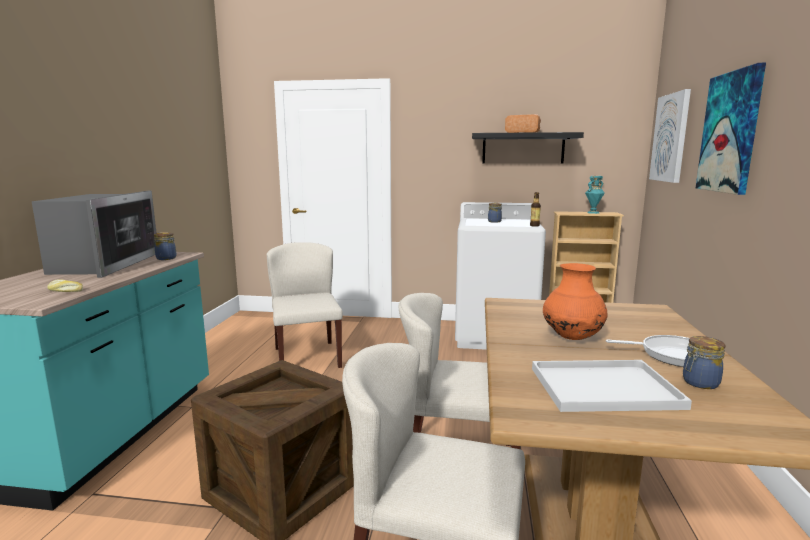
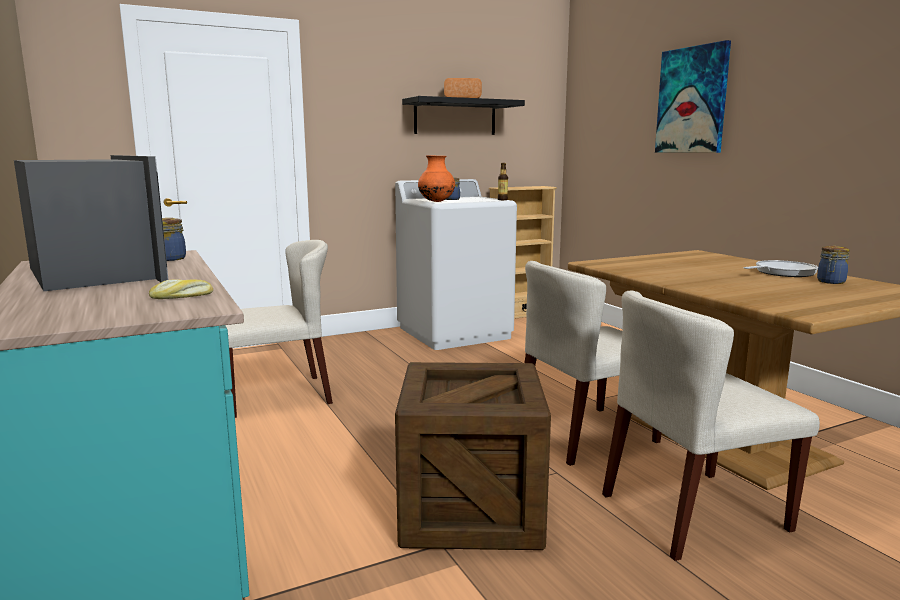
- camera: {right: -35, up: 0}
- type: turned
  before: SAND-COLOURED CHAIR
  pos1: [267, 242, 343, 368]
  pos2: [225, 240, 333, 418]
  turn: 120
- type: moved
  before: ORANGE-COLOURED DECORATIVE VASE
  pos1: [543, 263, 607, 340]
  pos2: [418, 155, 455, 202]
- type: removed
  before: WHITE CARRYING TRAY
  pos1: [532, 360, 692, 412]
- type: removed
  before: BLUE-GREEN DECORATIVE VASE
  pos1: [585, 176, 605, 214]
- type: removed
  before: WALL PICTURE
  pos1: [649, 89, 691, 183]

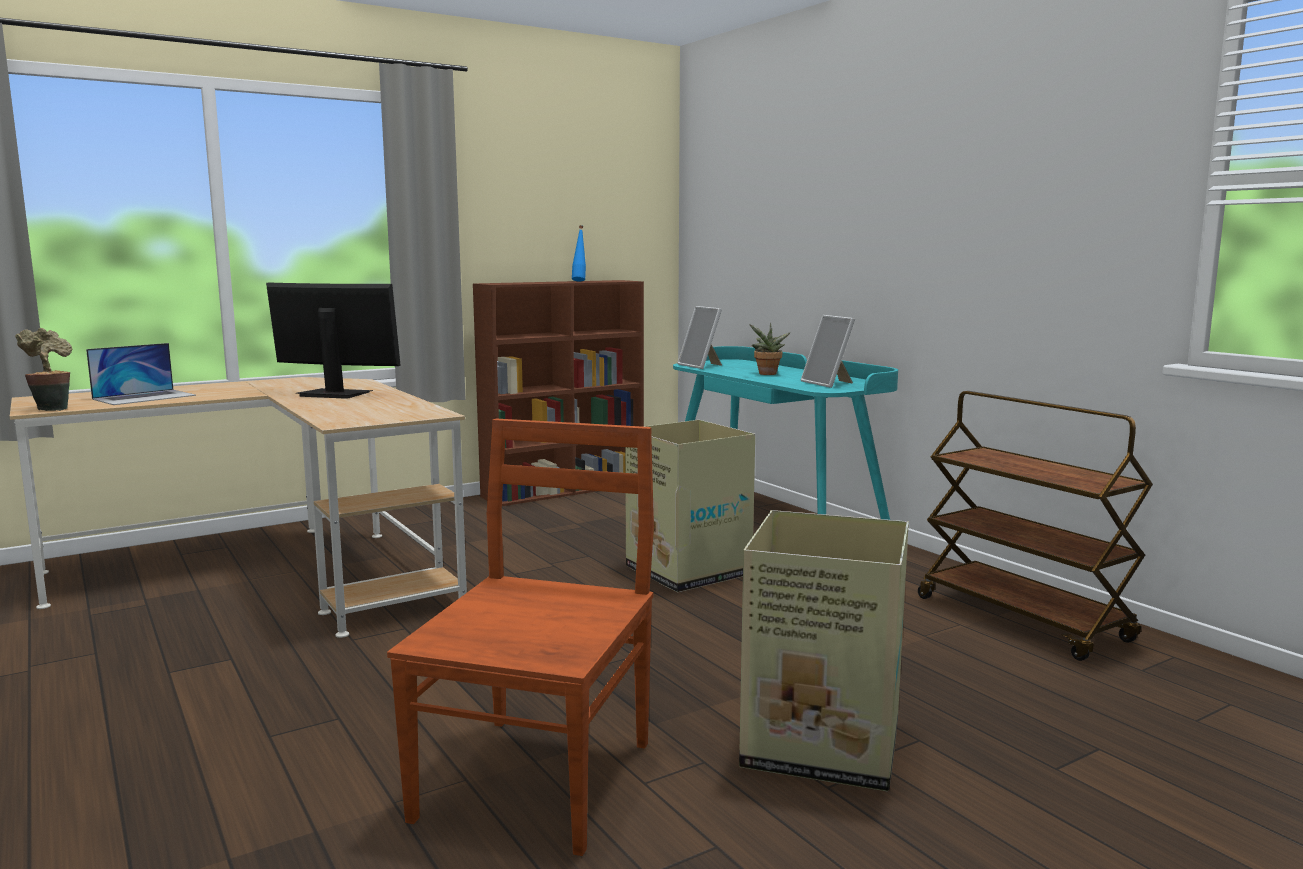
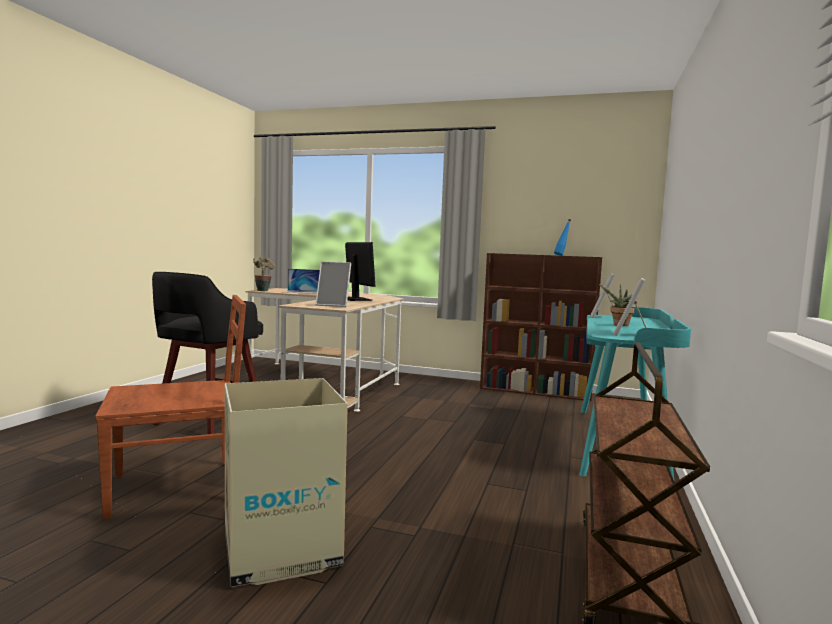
- camera: {right: 50, up: -5}
- type: added
  after: BLACKISH SITTING STOOL
  pos2: [152, 272, 263, 434]
- type: added
  after: PICTURE FRAME
  pos2: [315, 261, 351, 307]
- type: removed
  before: CARTON
  pos1: [625, 420, 755, 593]

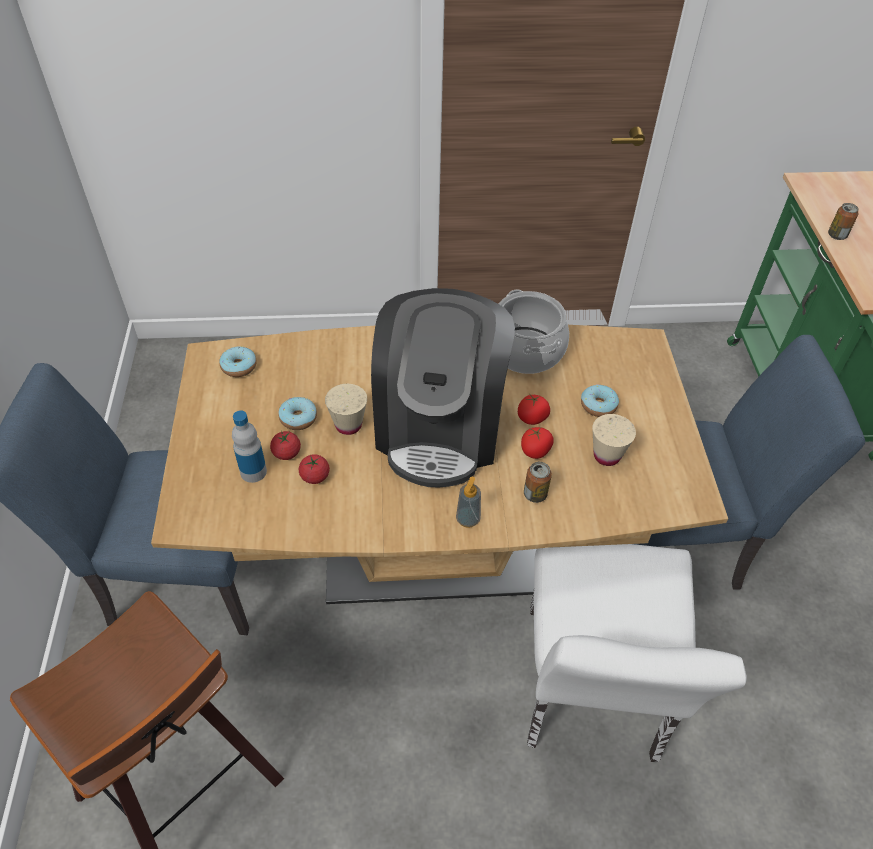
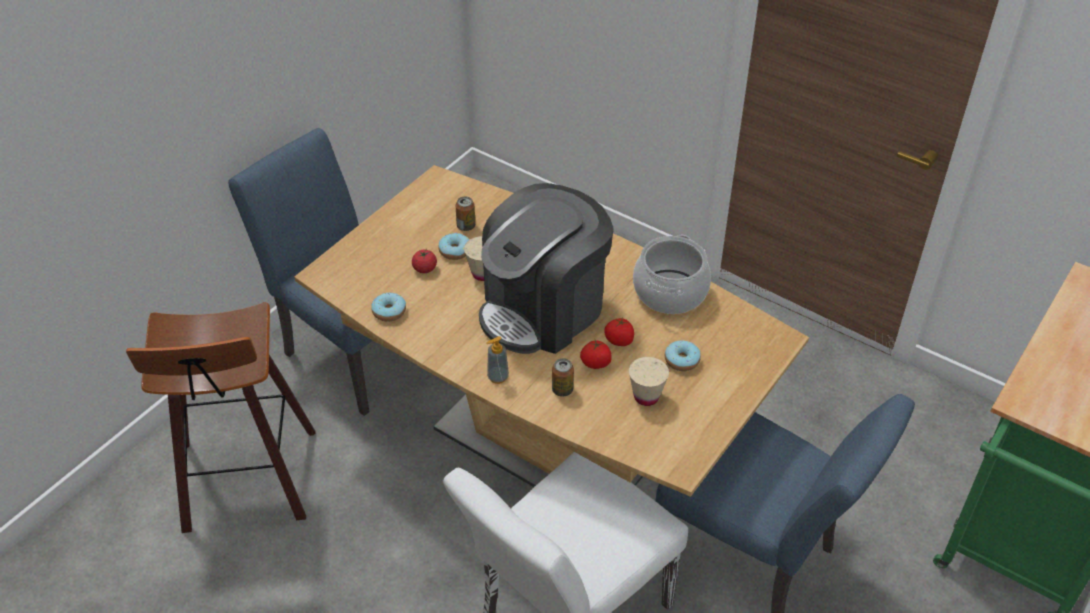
- camera: {right: 40, up: -5}
- type: moved
  before: RING DOUGHNUT
  pos1: [219, 346, 257, 377]
  pos2: [371, 293, 406, 322]
- type: moved
  before: CAN
  pos1: [828, 203, 859, 240]
  pos2: [456, 196, 475, 231]
- type: removed
  before: DRINK BOTTLE
  pos1: [232, 410, 267, 483]
- type: removed
  before: WHOLE TOMATO
  pos1: [299, 454, 330, 484]

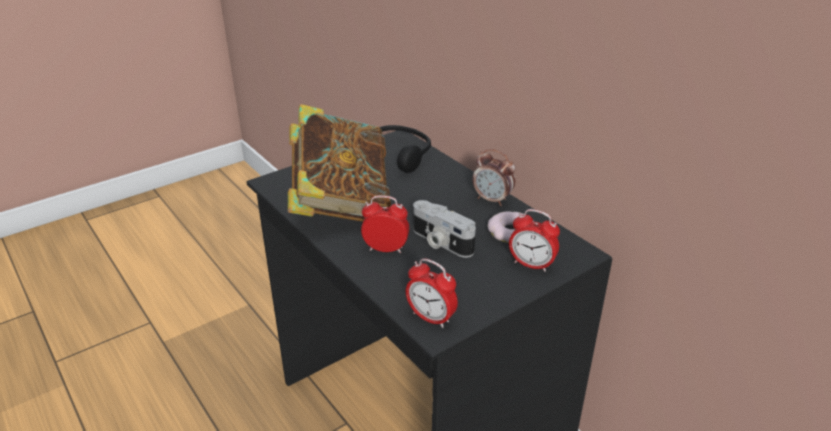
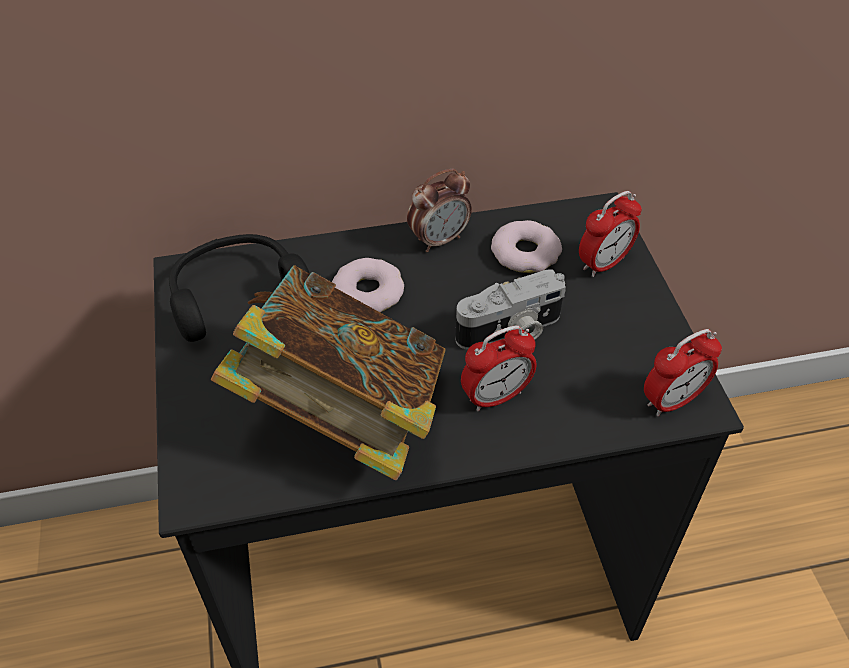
- camera: {right: -65, up: 15}
- type: added
  after: RING DOUGHNUT
  pos2: [332, 258, 404, 312]
- type: turned
  before: TABLE CLOCK
  pos1: [361, 196, 409, 253]
  pos2: [461, 325, 537, 411]
  turn: -150

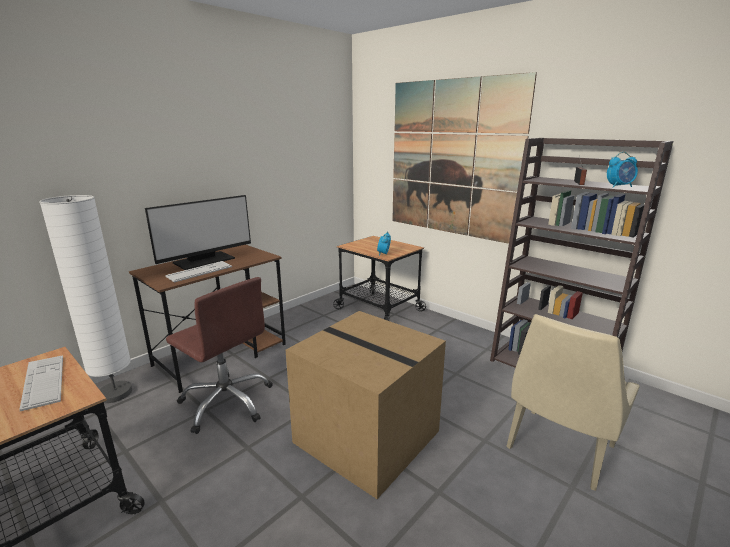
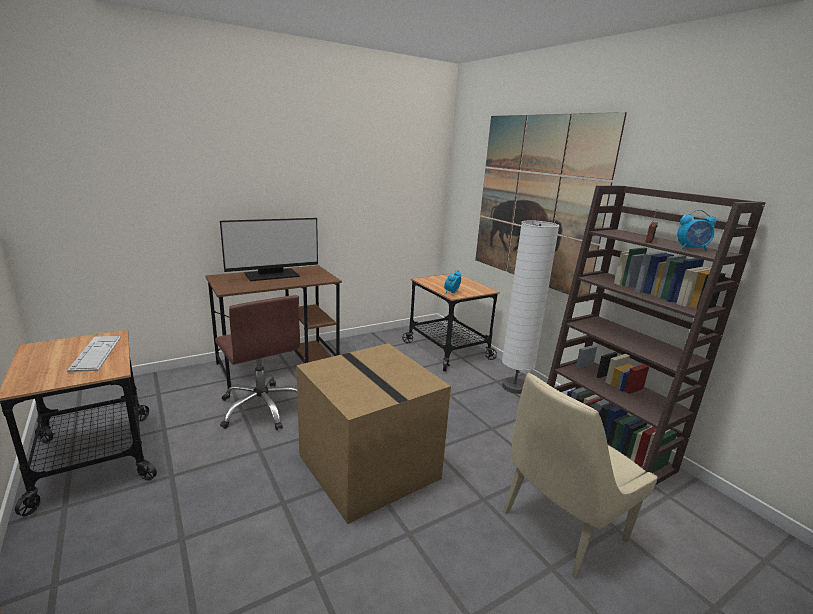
- camera: {right: 15, up: 0}
- type: moved
  before: WHITE STANDARD LAMP
  pos1: [40, 195, 132, 403]
  pos2: [502, 220, 559, 394]
- type: removed
  before: COMPUTER KEYBOARD
  pos1: [165, 261, 232, 282]

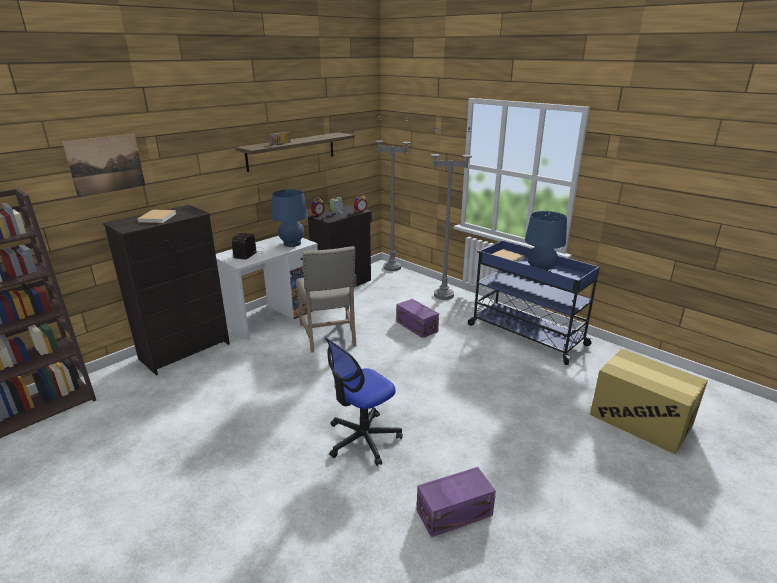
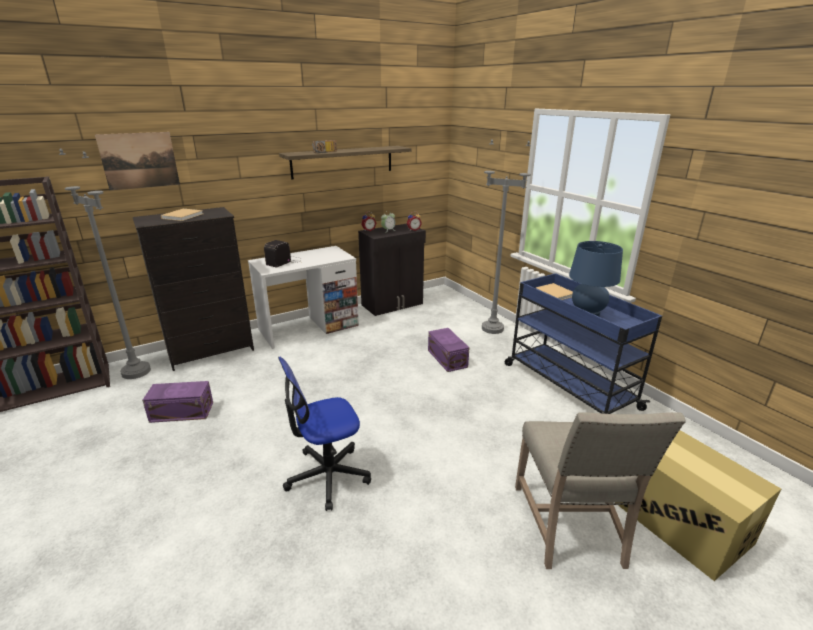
- camera: {right: 15, up: 0}
- type: moved
  before: GREY STANDARD LAMP
  pos1: [375, 116, 410, 271]
  pos2: [59, 148, 151, 379]
- type: moved
  before: PURPLISH STORAGE BIN
  pos1: [417, 467, 496, 537]
  pos2: [142, 381, 213, 423]
- type: moved
  before: SAND-COLOURED CHAIR
  pos1: [296, 246, 356, 353]
  pos2: [515, 412, 686, 569]
- type: removed
  before: BLUISH TABLE LAMP
  pos1: [272, 190, 308, 247]

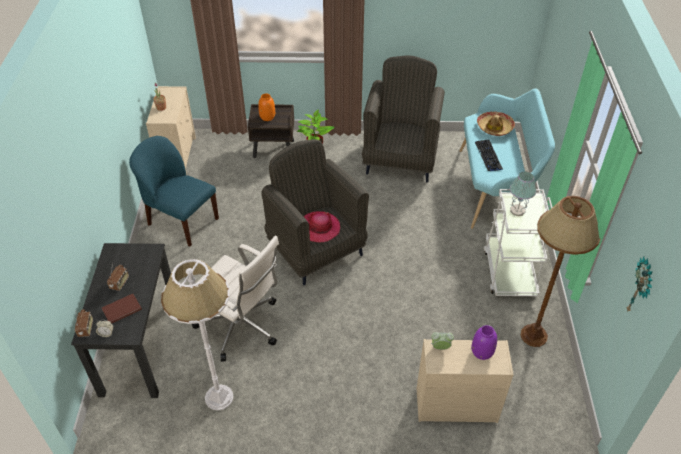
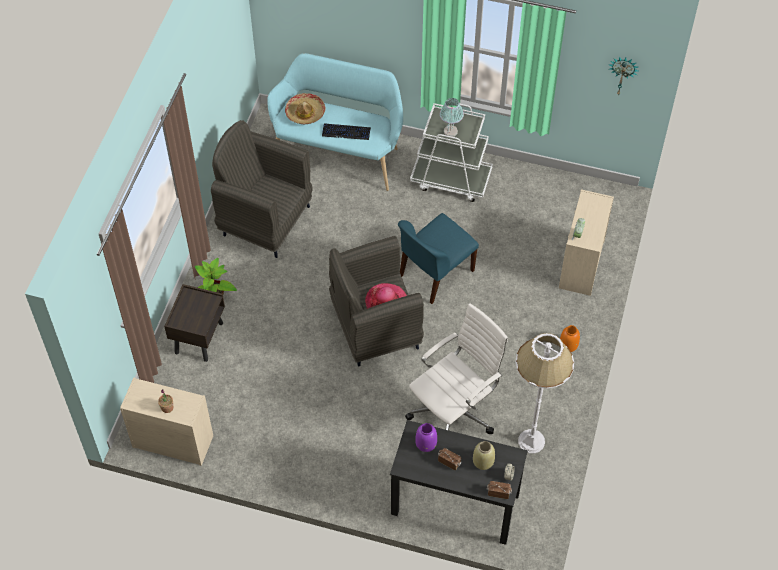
- camera: {right: -75, up: 10}
- type: moved
  before: BLUISH CHAIR
  pos1: [129, 136, 219, 247]
  pos2: [398, 213, 479, 304]
- type: moved
  before: PURPLISH DECORATIVE VASE
  pos1: [471, 325, 497, 360]
  pos2: [415, 423, 437, 452]
- type: replaced
  before: BROWN-COLOURED BOUND BOOK
  after: SAND-COLOURED DECORATIVE VASE
  pos1: [102, 294, 142, 323]
  pos2: [473, 441, 495, 470]
- type: moved
  before: ORANGE-COLOURED DECORATIVE VASE
  pos1: [258, 94, 275, 121]
  pos2: [560, 325, 580, 352]
- type: removed
  before: BROWN-COLOURED STANDARD LAMP
  pos1: [521, 196, 600, 347]

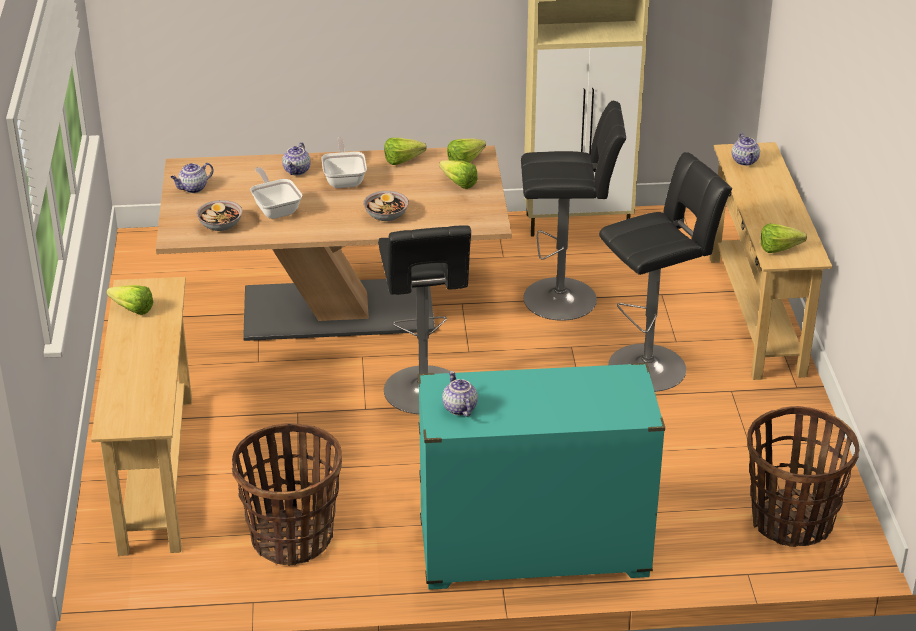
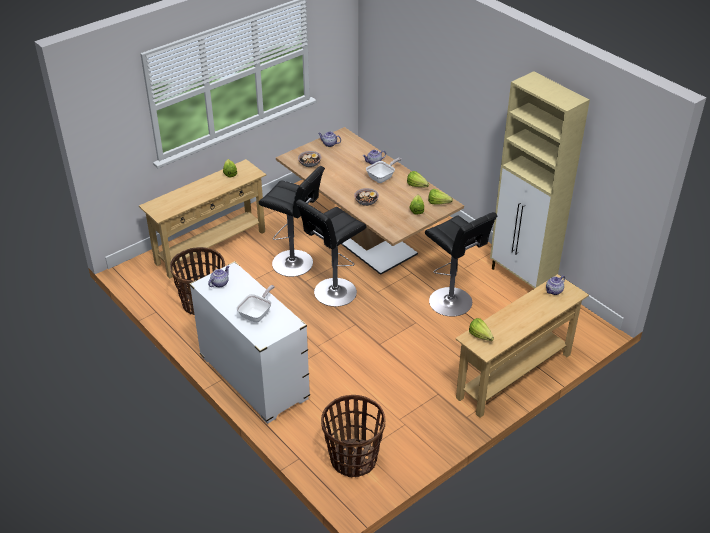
- camera: {right: 55, up: 5}
- type: recoloured
  before: BLUE-GREEN DRESSER
  after: WHITE DRESSER
  pos1: [418, 363, 665, 590]
  pos2: [189, 261, 310, 424]
- type: moved
  before: FRYING PAN
  pos1: [250, 167, 303, 219]
  pos2: [236, 285, 275, 323]
- type: moved
  before: BLACKISH SITTING STOOL
  pos1: [599, 152, 732, 392]
  pos2: [259, 166, 325, 277]

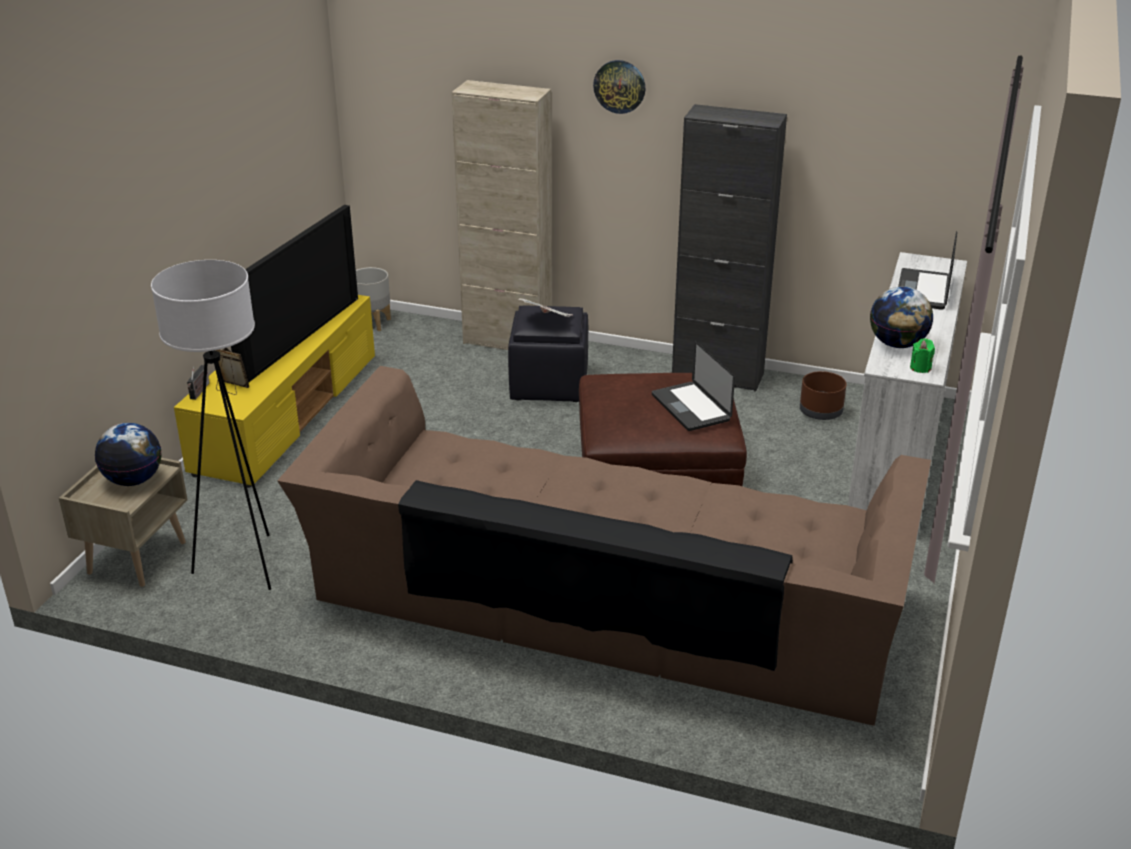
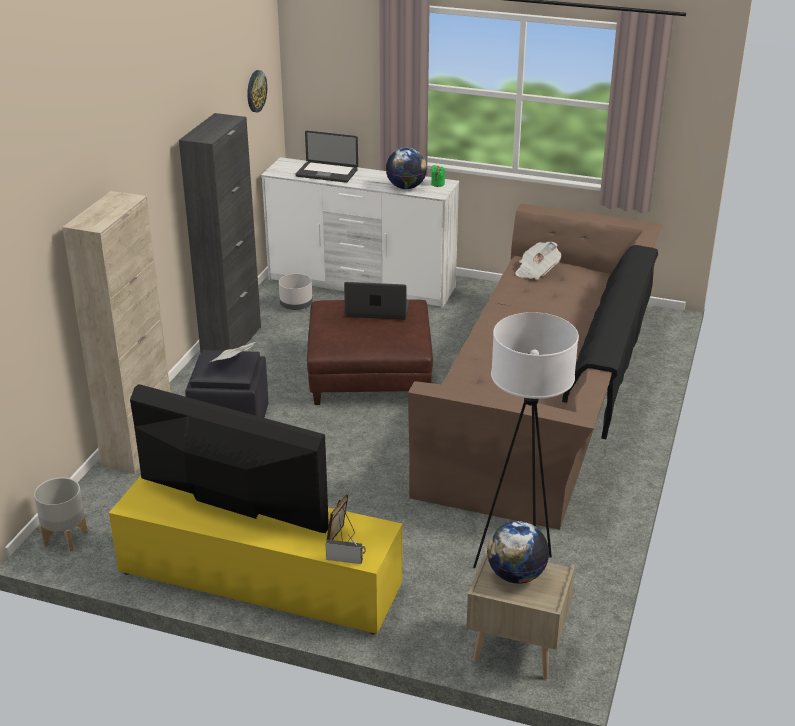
- camera: {right: -90, up: 0}
- type: moved
  before: HANGING CLOCK
  pos1: [593, 60, 645, 114]
  pos2: [247, 70, 267, 113]
- type: recoloured
  before: BROWN-COLOURED FLOWER POT
  after: GREY FLOWER POT
  pos1: [800, 371, 847, 420]
  pos2: [279, 274, 313, 310]
- type: turned
  before: LAPTOP
  pos1: [652, 341, 735, 431]
  pos2: [344, 282, 409, 320]
  turn: -150
- type: added
  after: DAILY PAPER
  pos2: [515, 242, 561, 279]

